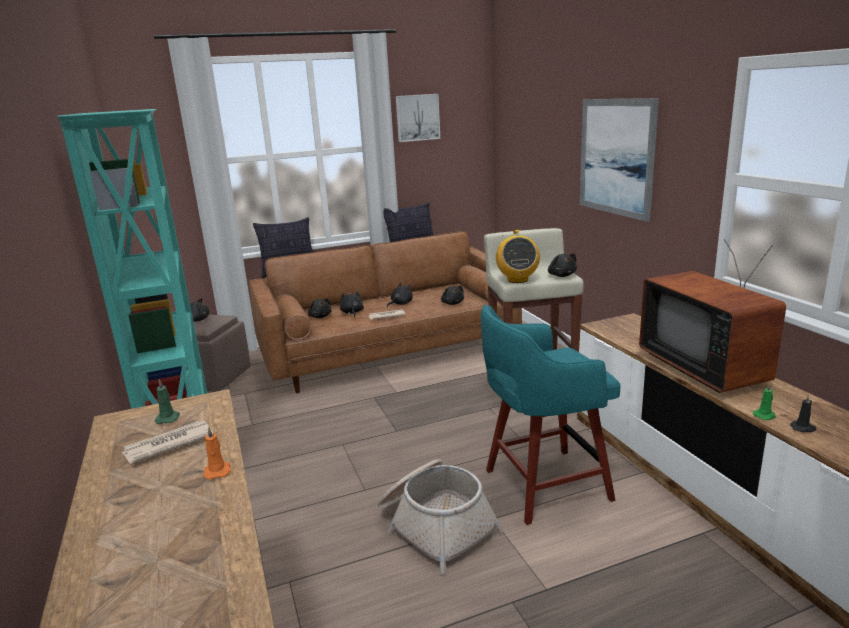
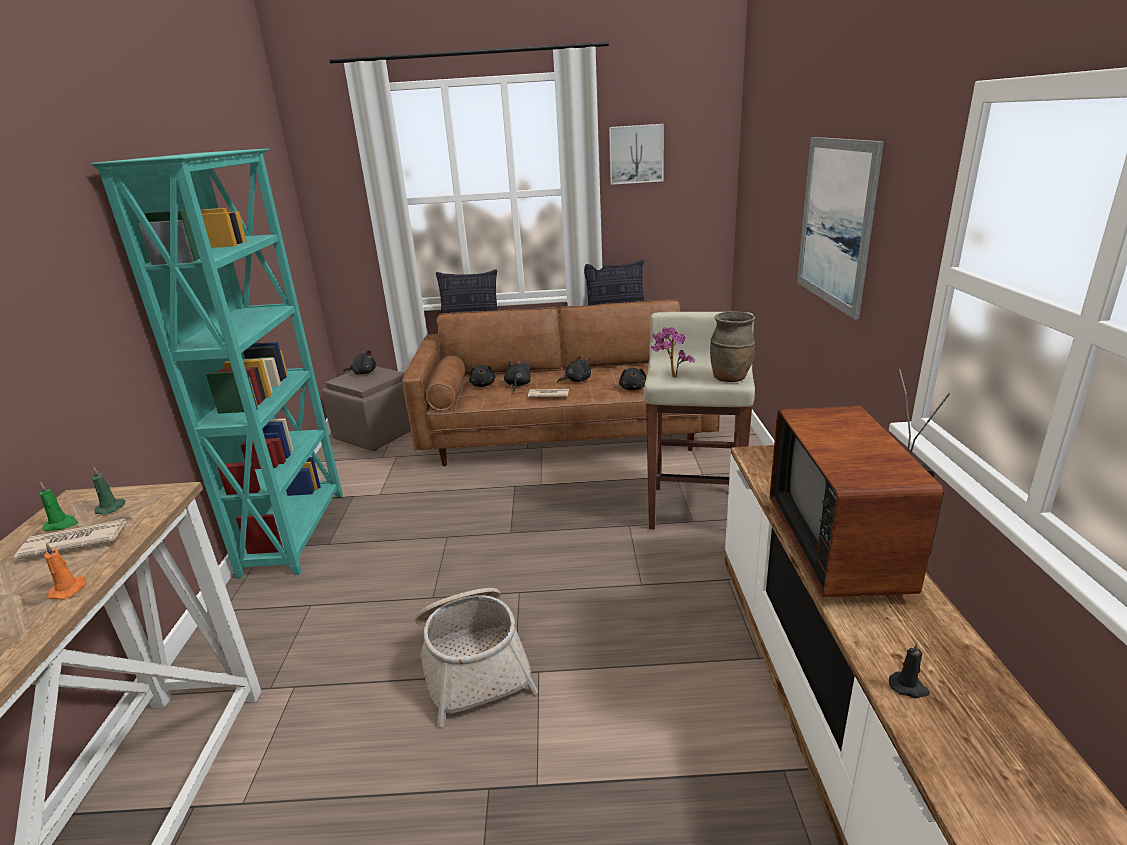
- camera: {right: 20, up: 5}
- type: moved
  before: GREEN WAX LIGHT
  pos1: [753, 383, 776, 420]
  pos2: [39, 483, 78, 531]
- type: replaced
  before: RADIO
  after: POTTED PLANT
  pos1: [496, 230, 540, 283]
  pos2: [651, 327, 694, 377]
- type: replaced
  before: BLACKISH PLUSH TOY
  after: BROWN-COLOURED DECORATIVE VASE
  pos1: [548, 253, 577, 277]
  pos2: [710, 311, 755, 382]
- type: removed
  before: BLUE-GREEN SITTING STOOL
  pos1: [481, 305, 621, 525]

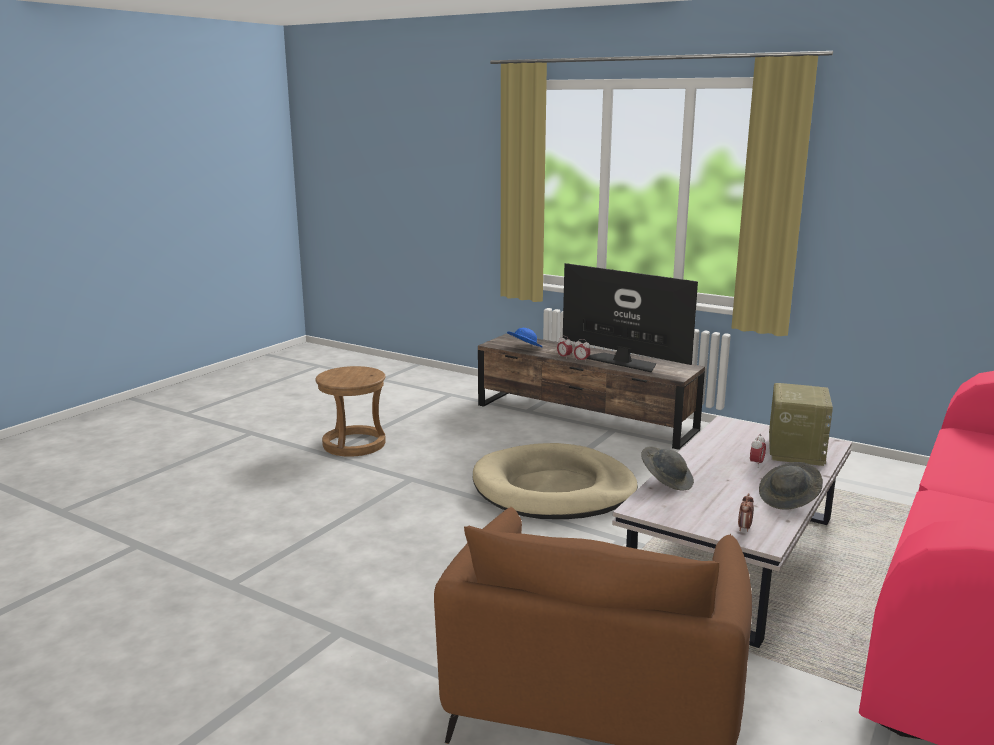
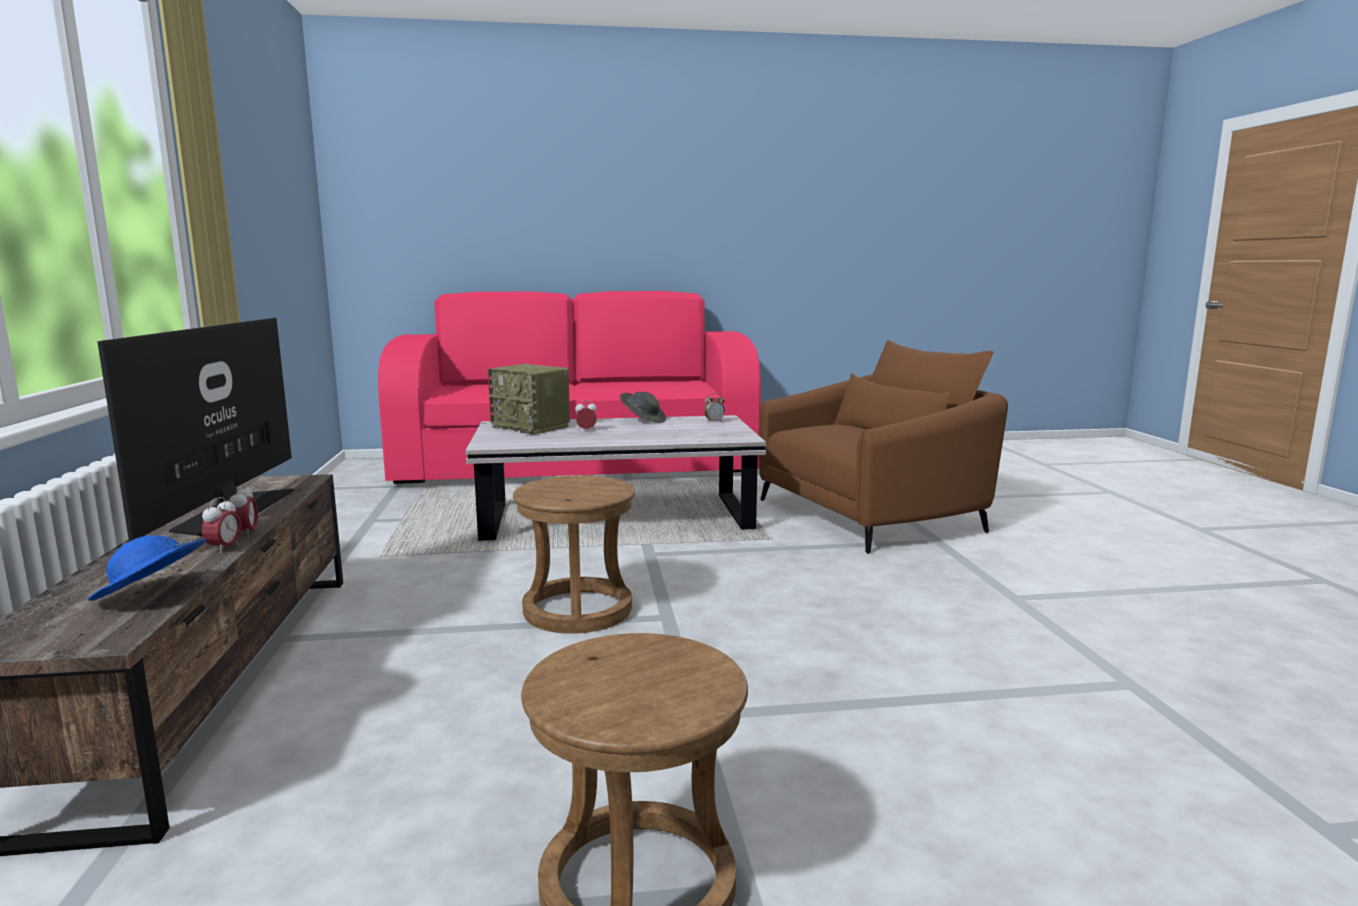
- camera: {right: -130, up: -5}
- type: turned
  before: RADIO
  pos1: [769, 383, 833, 466]
  pos2: [488, 364, 570, 435]
  turn: -120
- type: replaced
  before: SAND-COLOURED DOG BED
  after: BROWN-COLOURED SITTING STOOL
  pos1: [473, 443, 638, 519]
  pos2: [513, 476, 635, 634]
- type: removed
  before: GREY CLOTHING HAT
  pos1: [641, 446, 694, 491]

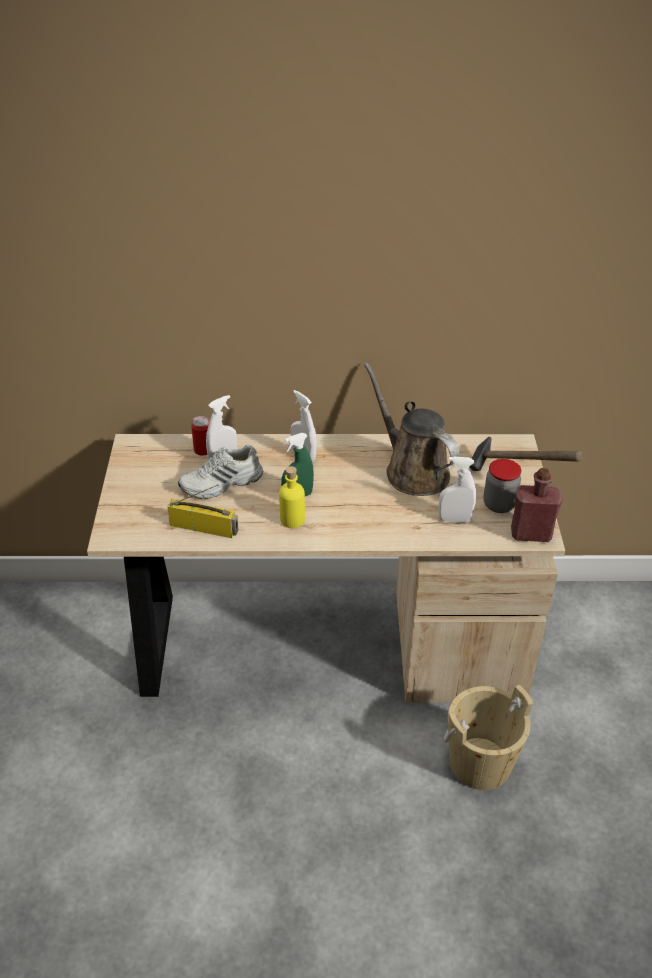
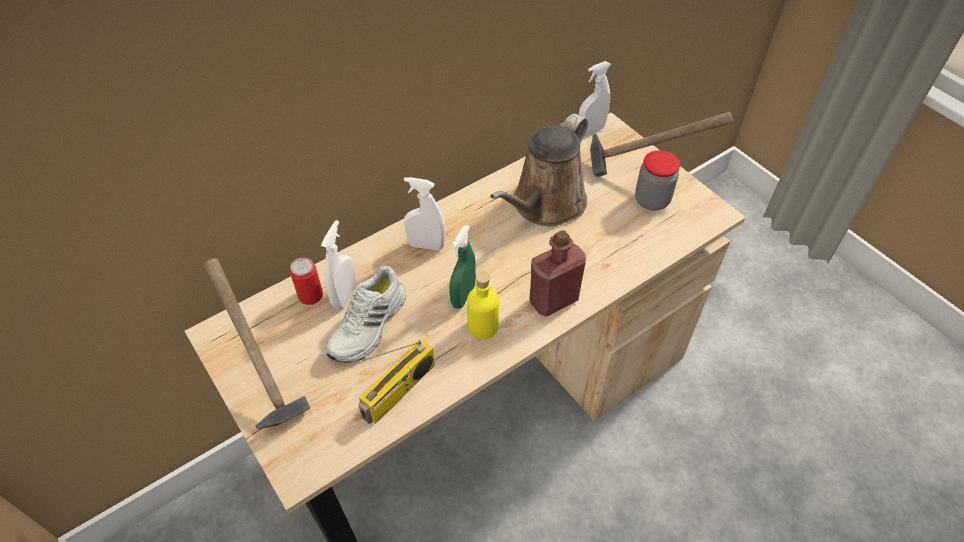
- camera: {right: -35, up: 10}
- type: added
  after: HAND HAMMER
  pos2: [204, 258, 310, 429]
- type: turned
  before: RADIO
  pos1: [167, 485, 238, 538]
  pos2: [358, 339, 435, 424]
  turn: 150
- type: turned
  before: BROWN-COLOURED SPRINKLING CAN
  pos1: [364, 363, 460, 496]
  pos2: [490, 114, 588, 227]
  turn: -75
- type: moved
  before: RED DRINK BOTTLE
  pos1: [511, 468, 563, 542]
  pos2: [530, 230, 586, 317]
- type: moved
  before: WHITE SPRAYER
  pos1: [438, 456, 476, 523]
  pos2: [579, 61, 611, 136]
- type: removed
  before: SAND-COLOURED PAIL
  pos1: [444, 684, 534, 790]

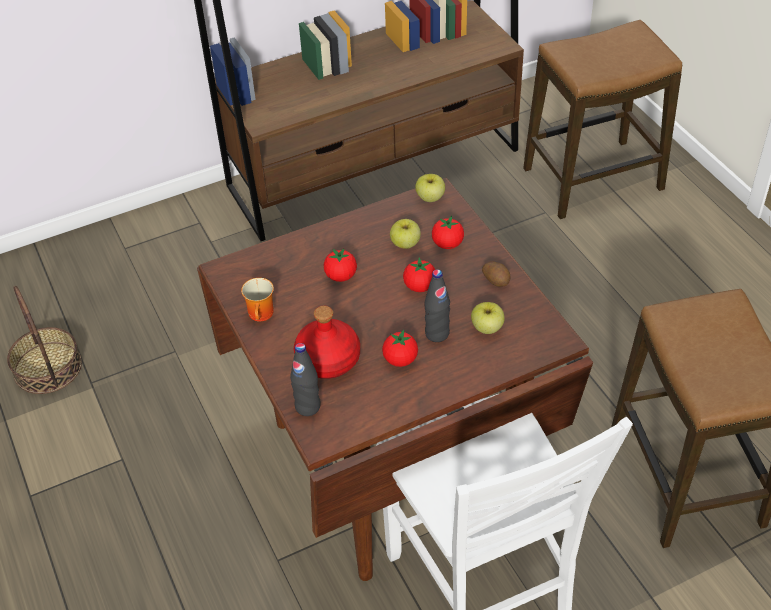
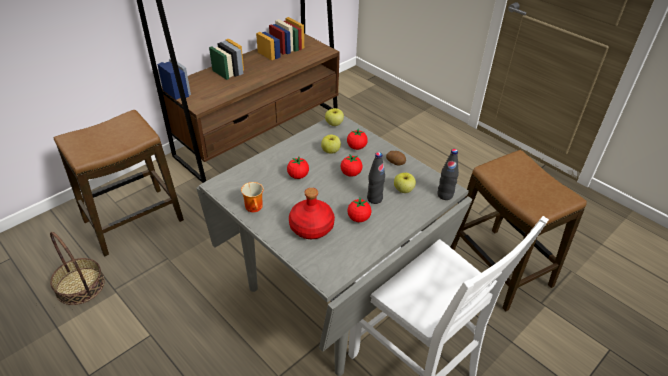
- camera: {right: -20, up: -5}
- type: moved
  before: SITTING STOOL
  pos1: [523, 20, 682, 219]
  pos2: [54, 110, 184, 256]
- type: recoloured
  before: BROWN-COLOURED DINNER TABLE
  after: GREY DINNER TABLE
  pos1: [197, 178, 593, 581]
  pos2: [196, 116, 473, 376]
- type: moved
  before: BLACKISH DRINK BOTTLE
  pos1: [290, 343, 320, 416]
  pos2: [437, 149, 459, 200]

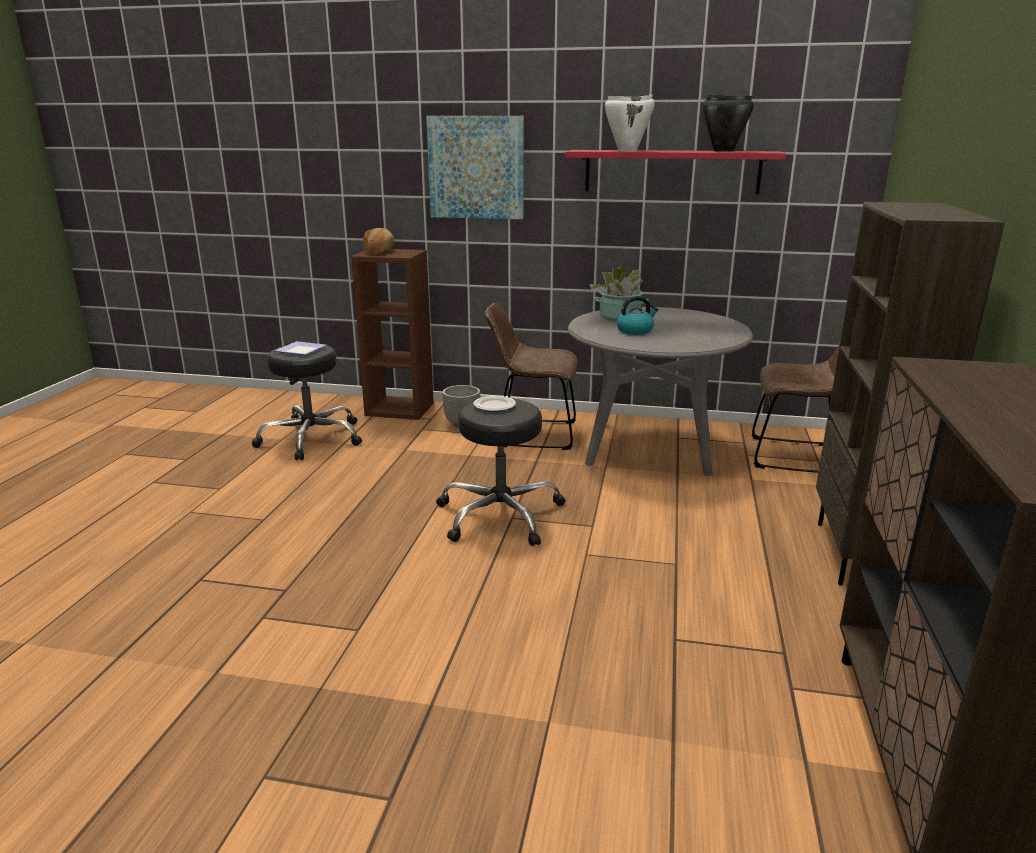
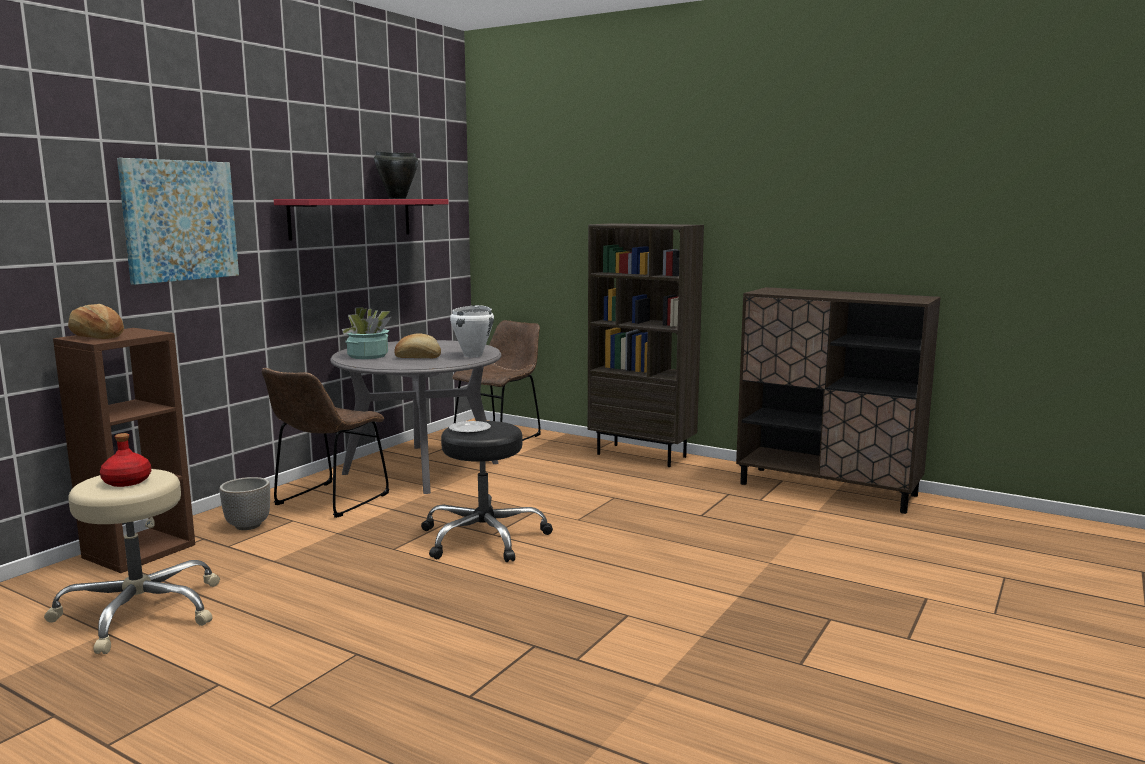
- camera: {right: -70, up: -10}
- type: recoloured
  before: BLACKISH SITTING STOOL
  after: SAND-COLOURED SITTING STOOL
  pos1: [252, 345, 362, 460]
  pos2: [44, 469, 220, 654]
- type: replaced
  before: FLAT DISH
  after: RED DRINK BOTTLE
  pos1: [275, 341, 327, 355]
  pos2: [100, 433, 151, 487]
- type: replaced
  before: KETTLE
  after: BREAD
  pos1: [617, 296, 658, 335]
  pos2: [394, 333, 441, 358]
- type: moved
  before: WHITE SAUCEPOT
  pos1: [605, 94, 655, 151]
  pos2: [450, 305, 494, 357]

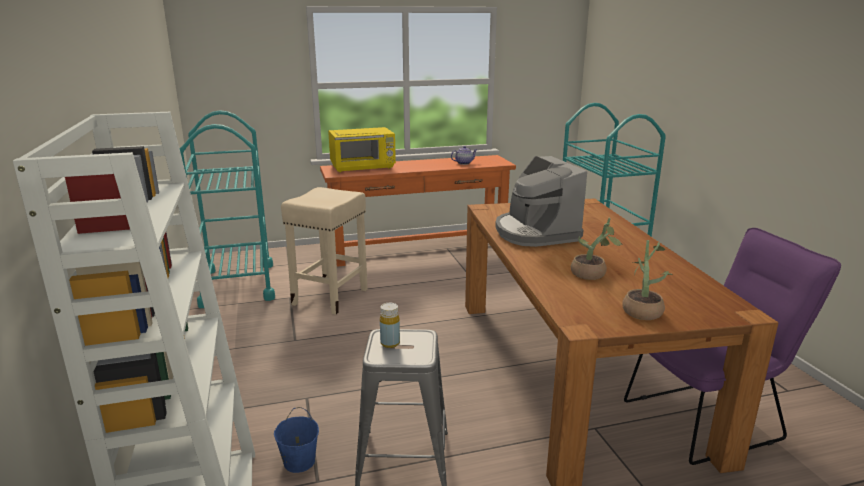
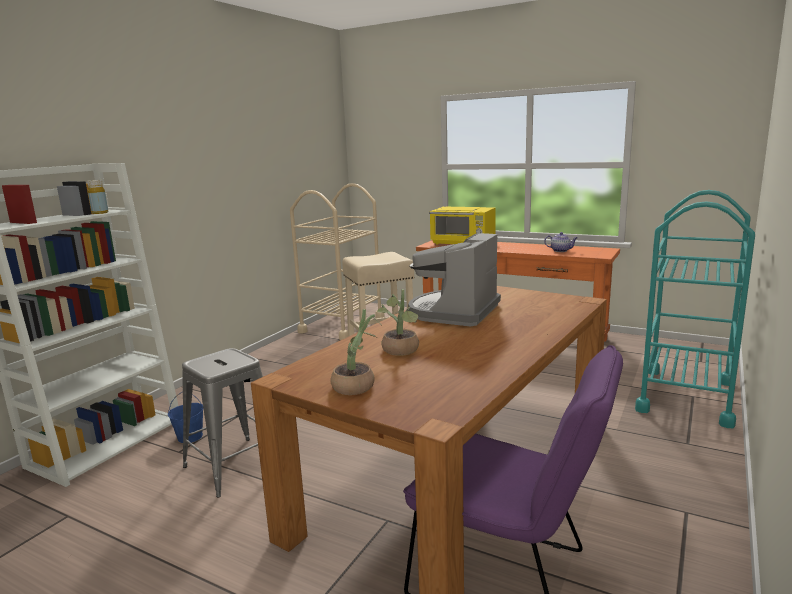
- camera: {right: 45, up: -5}
- type: moved
  before: YELLOW DRINK BOTTLE
  pos1: [380, 303, 400, 348]
  pos2: [87, 180, 108, 214]
- type: recoloured
  before: BLUE-GREEN CART
  after: SAND-COLOURED CART
  pos1: [180, 110, 275, 308]
  pos2: [290, 183, 385, 340]

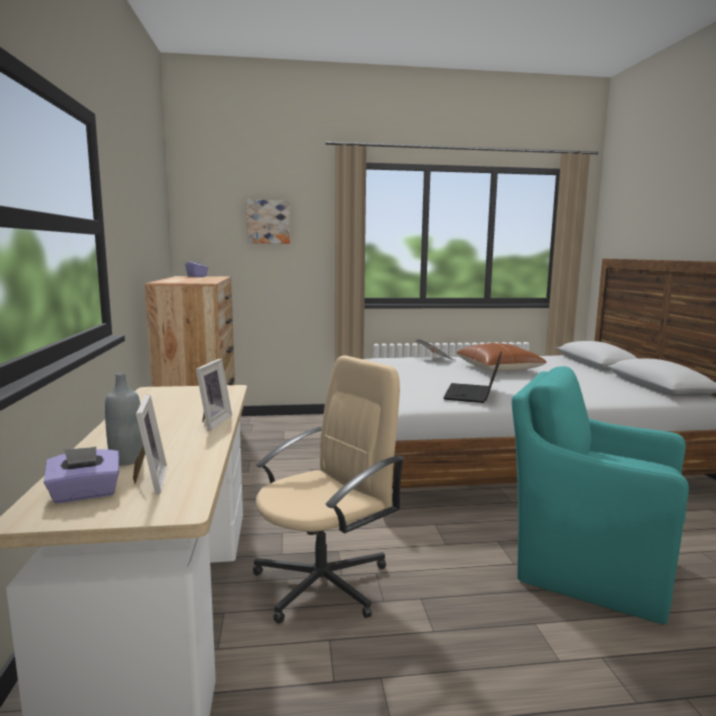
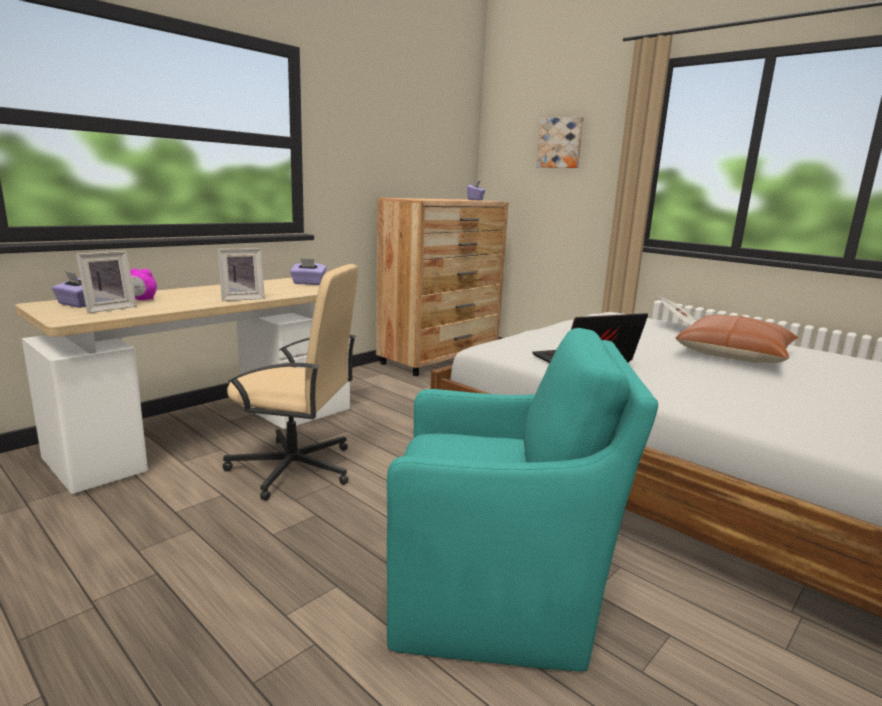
- camera: {right: 50, up: 5}
- type: replaced
  before: GREY DRINK BOTTLE
  after: TABLE CLOCK
  pos1: [105, 373, 143, 465]
  pos2: [130, 268, 157, 300]
- type: added
  after: PURPLISH TISSUE BOX
  pos2: [290, 258, 327, 285]
- type: turned
  before: BLUE-GREEN EASY CHAIR
  pos1: [512, 366, 689, 624]
  pos2: [387, 328, 658, 672]
  turn: 105

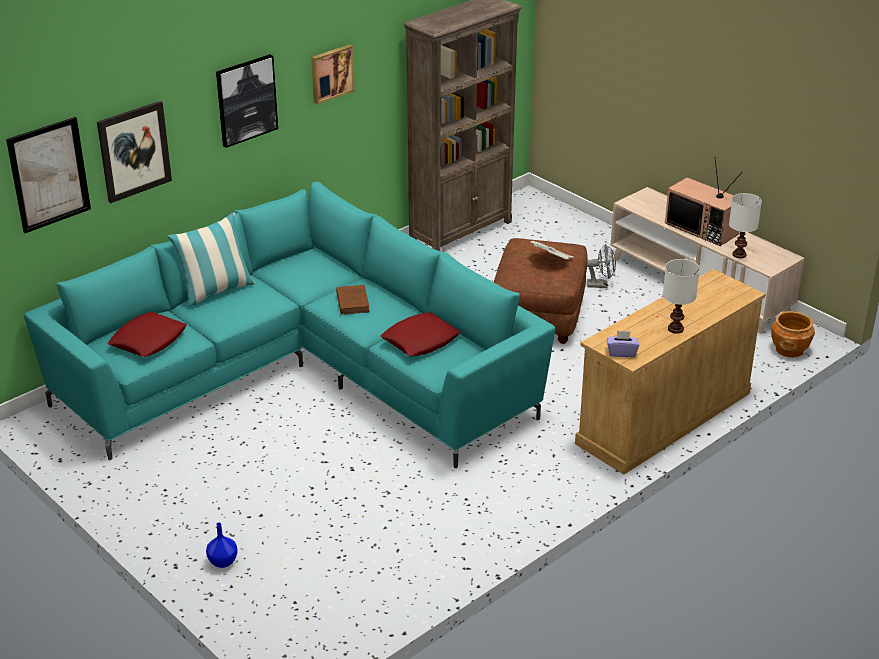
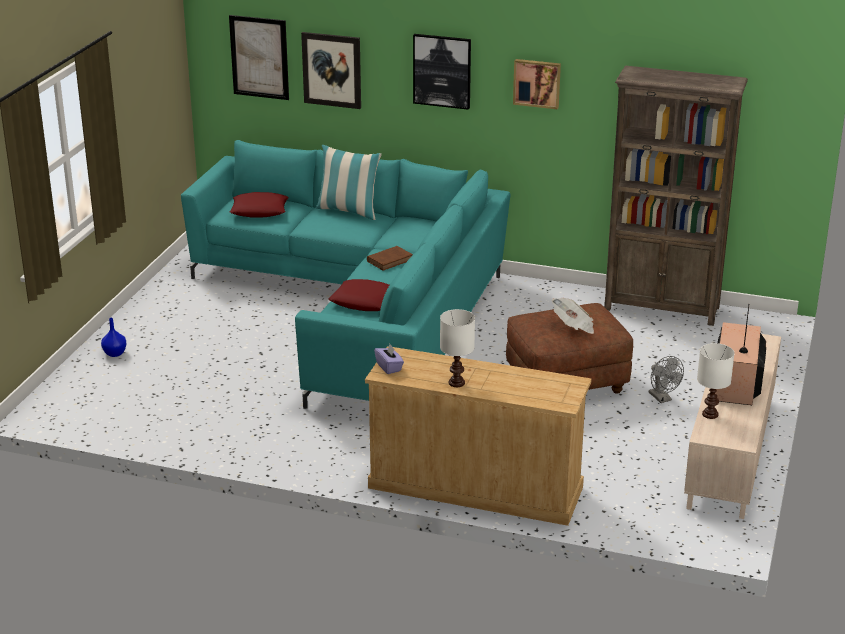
- camera: {right: 60, up: -5}
- type: removed
  before: BROWN-COLOURED FLOWER POT
  pos1: [771, 311, 815, 358]

